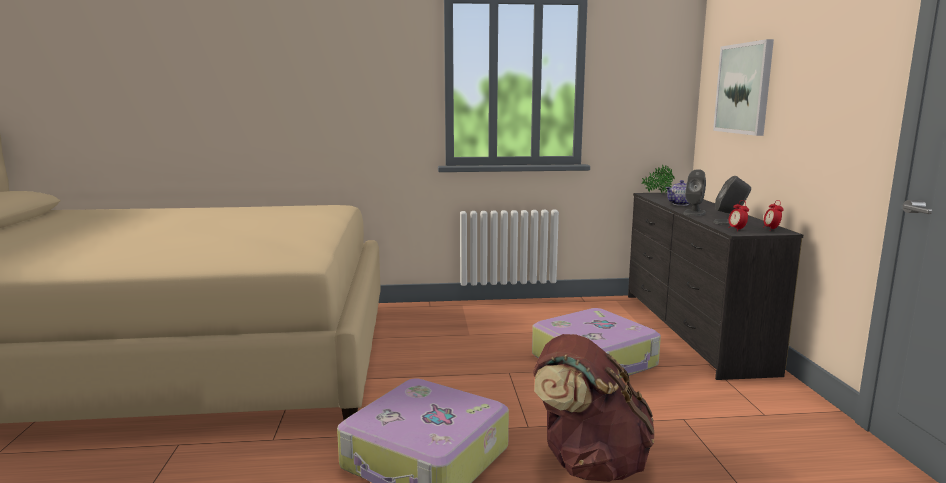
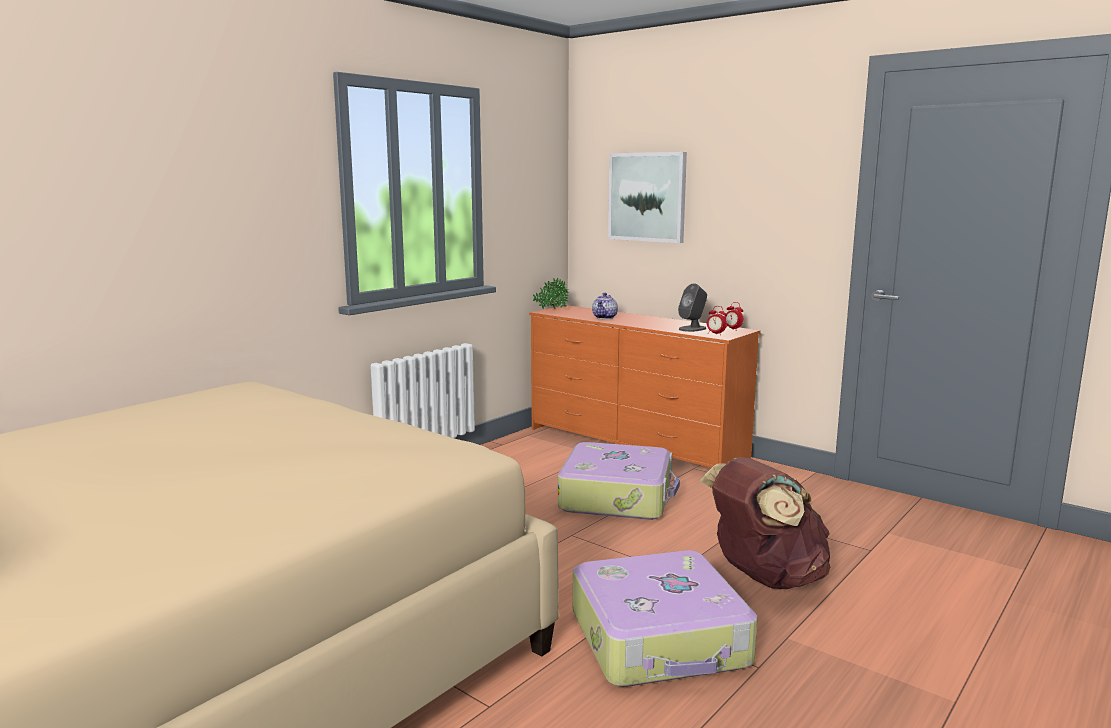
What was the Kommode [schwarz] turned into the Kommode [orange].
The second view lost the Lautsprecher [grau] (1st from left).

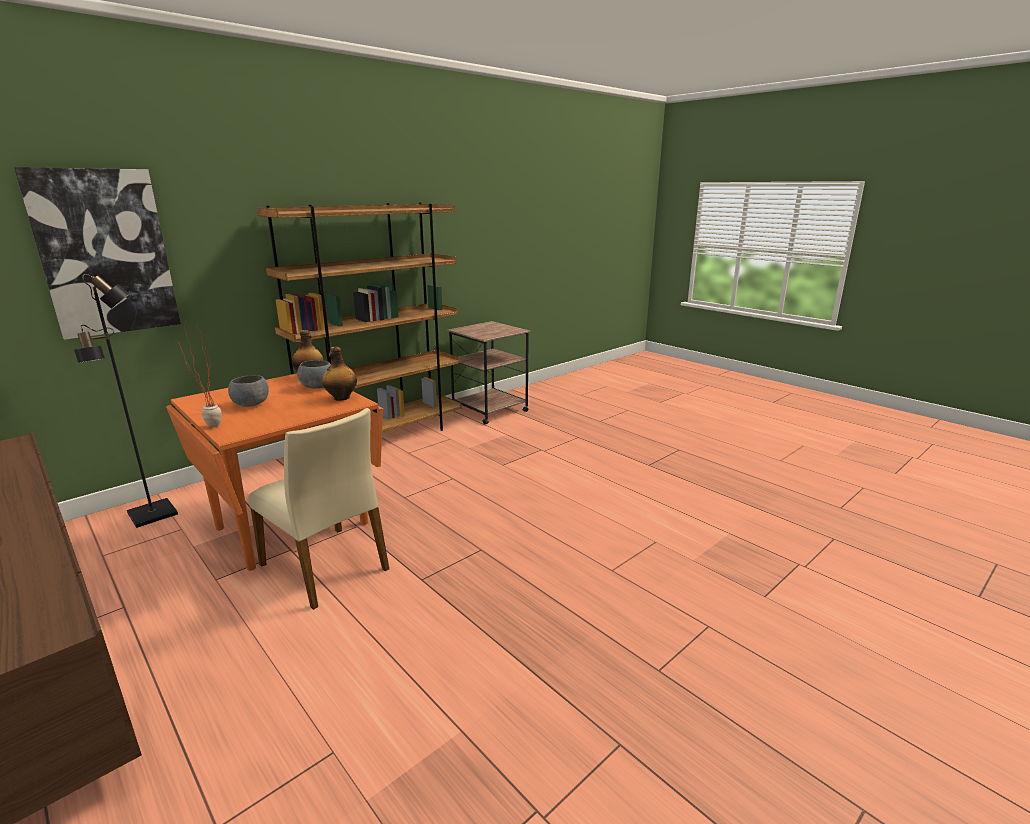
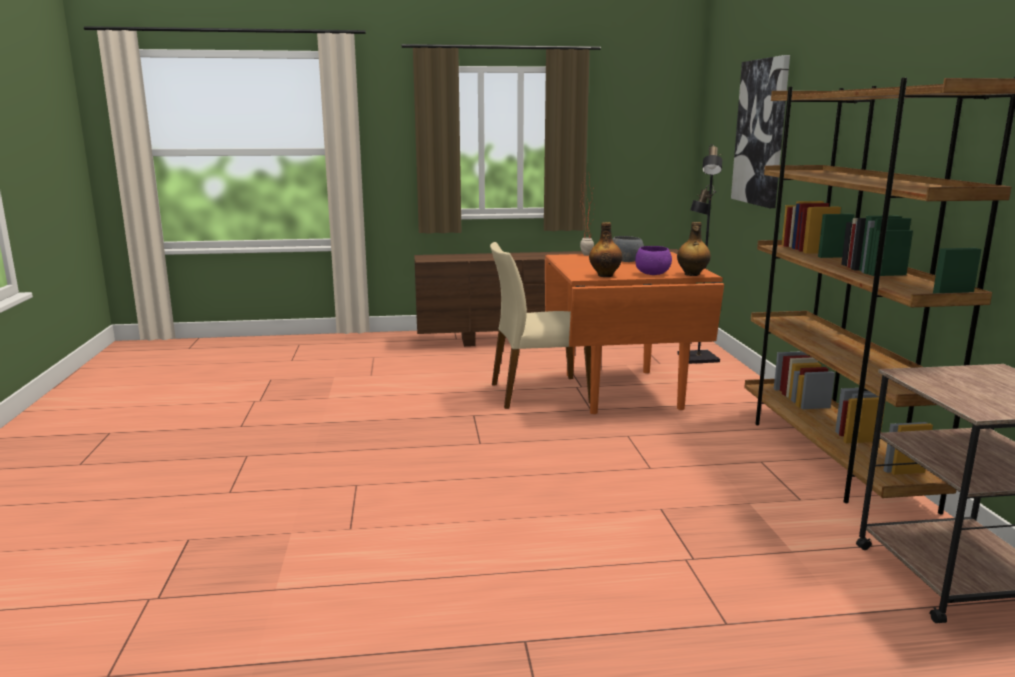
What was the Schüssel [grau] (2nd from left) turned into the Schüssel [lila].

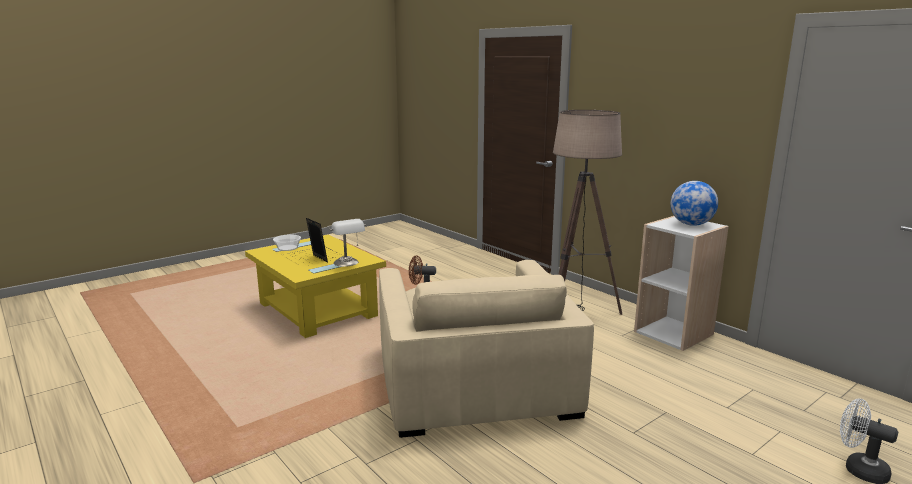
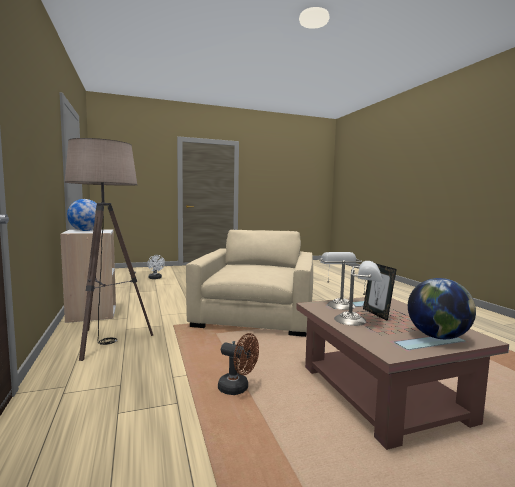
What was the Couchtisch [gelb] turned into the Couchtisch [braun].
The second view gained the Tischlampe [weiß] (2nd from left).
Where the Schüssel stood, the Globus (2nd from left) came to stand.

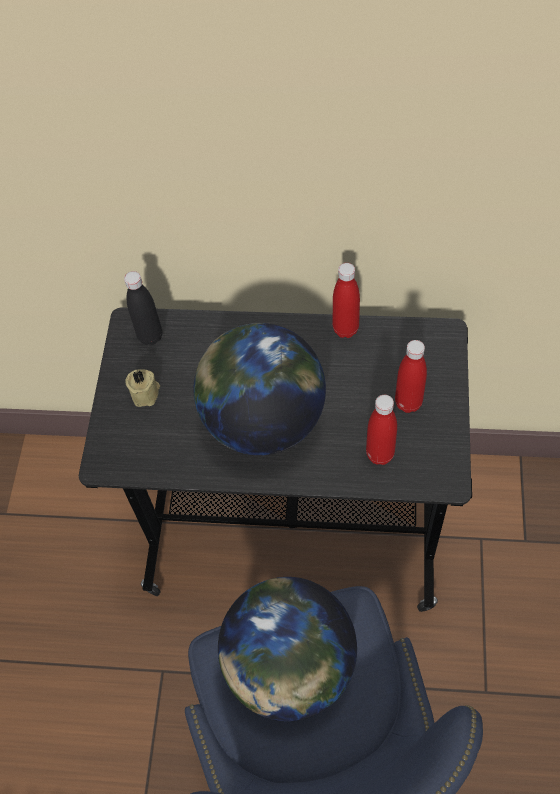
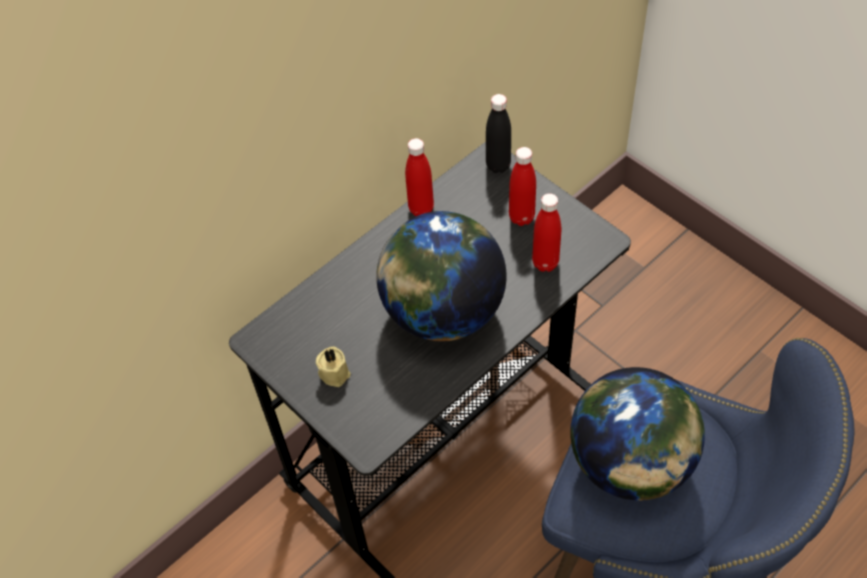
The Flasche [schwarz] ended up elsewhere.

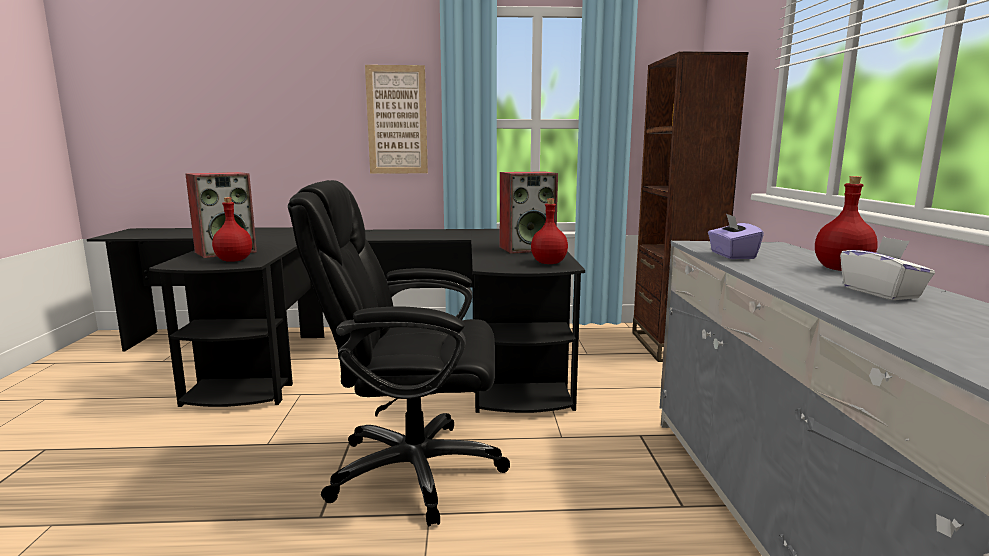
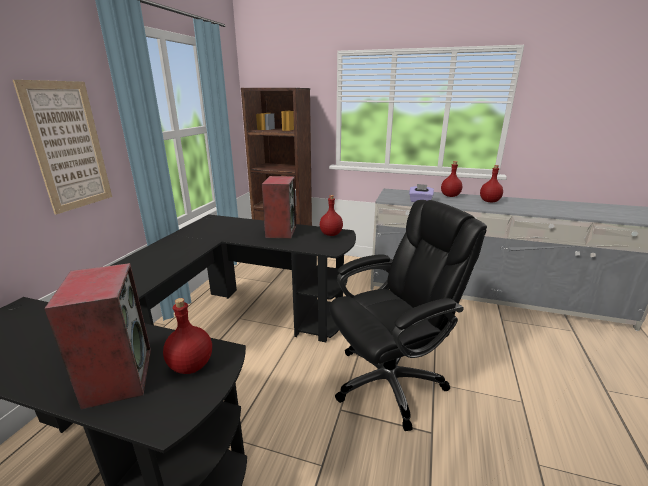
The Bürostuhl [schwarz] ended up facing another way, 135 degrees counterclockwise from before.
Where the Taschentuchbox [weiß] stood, the Flasche [rot] (4th from left) came to stand.

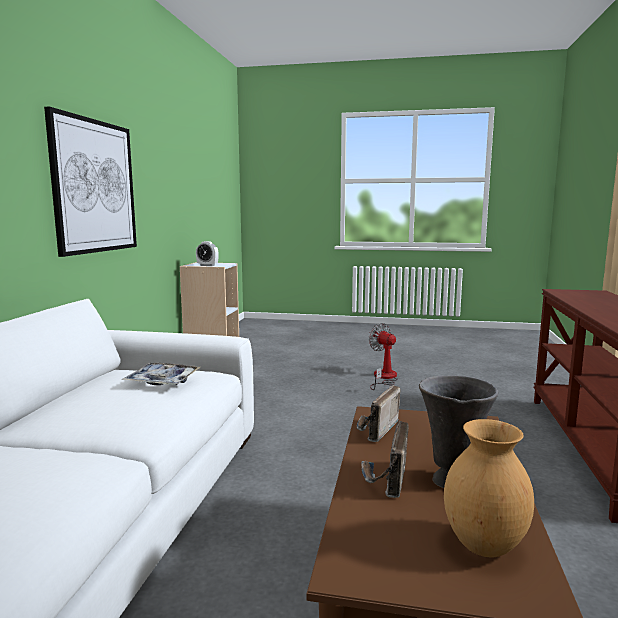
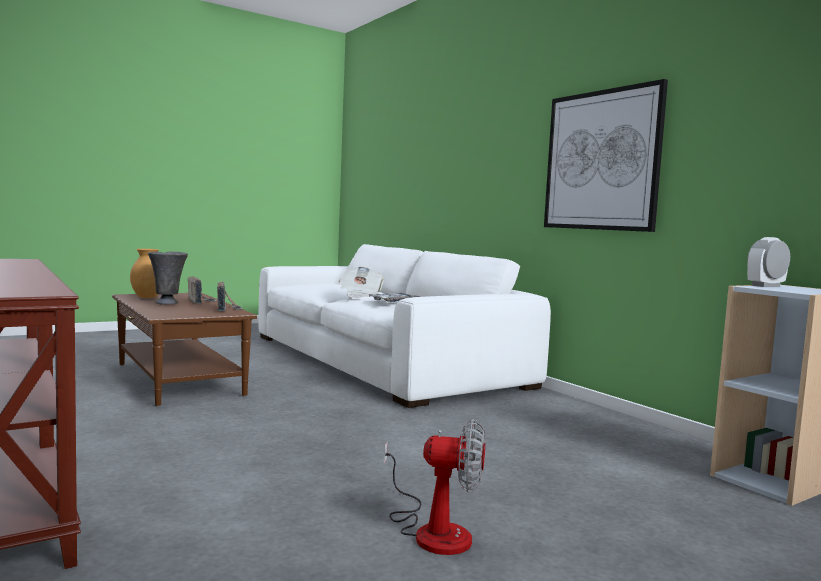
The second view gained the Zeitung.

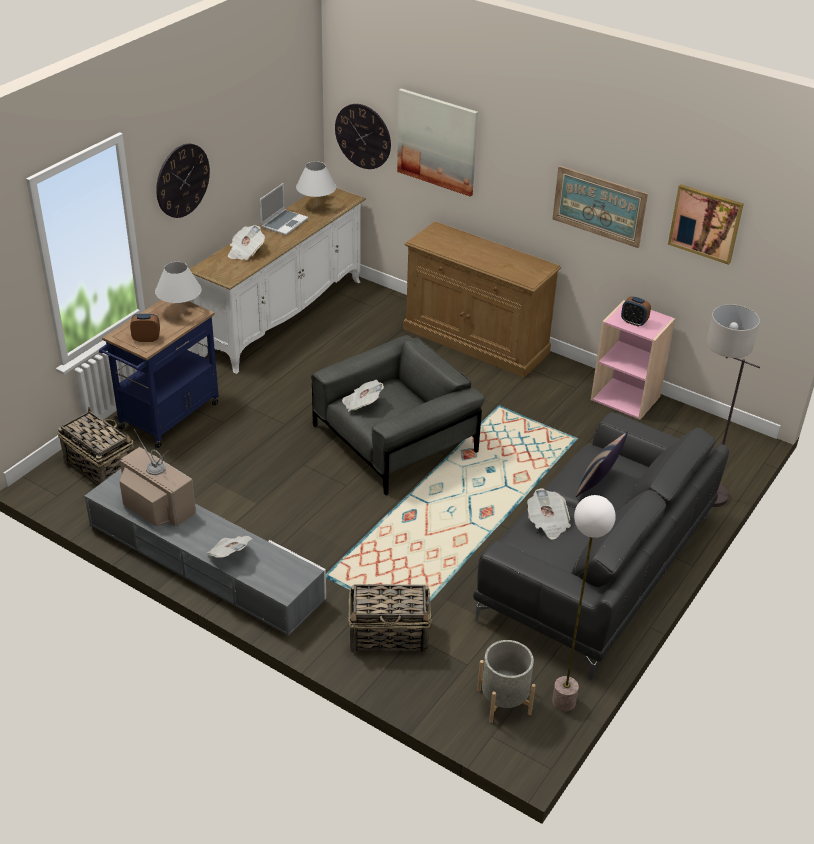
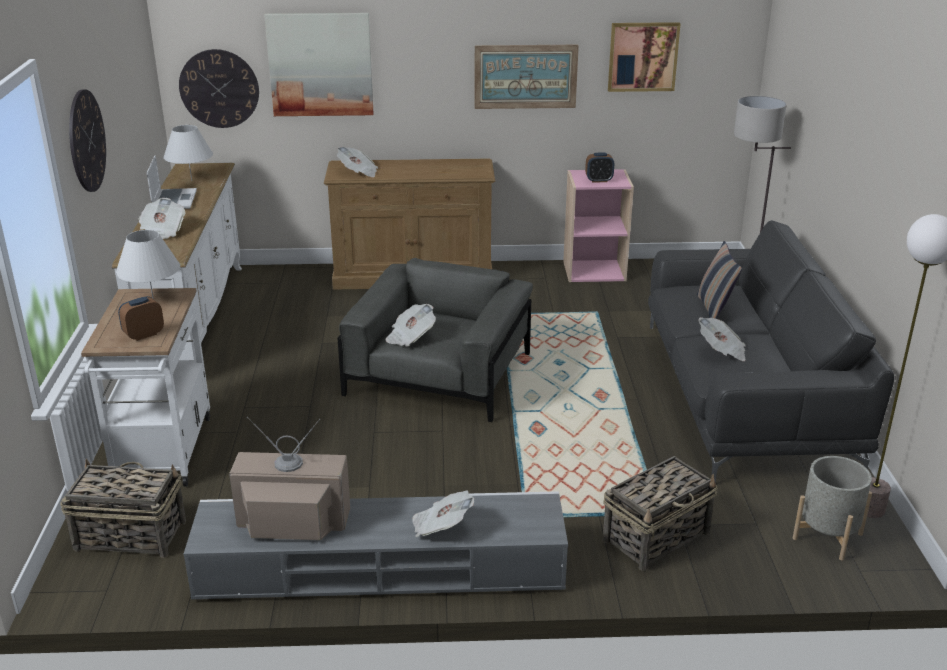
What was the Rollwagen [blau] turned into the Rollwagen [weiß].
The second view gained the Zeitung (2nd from left).

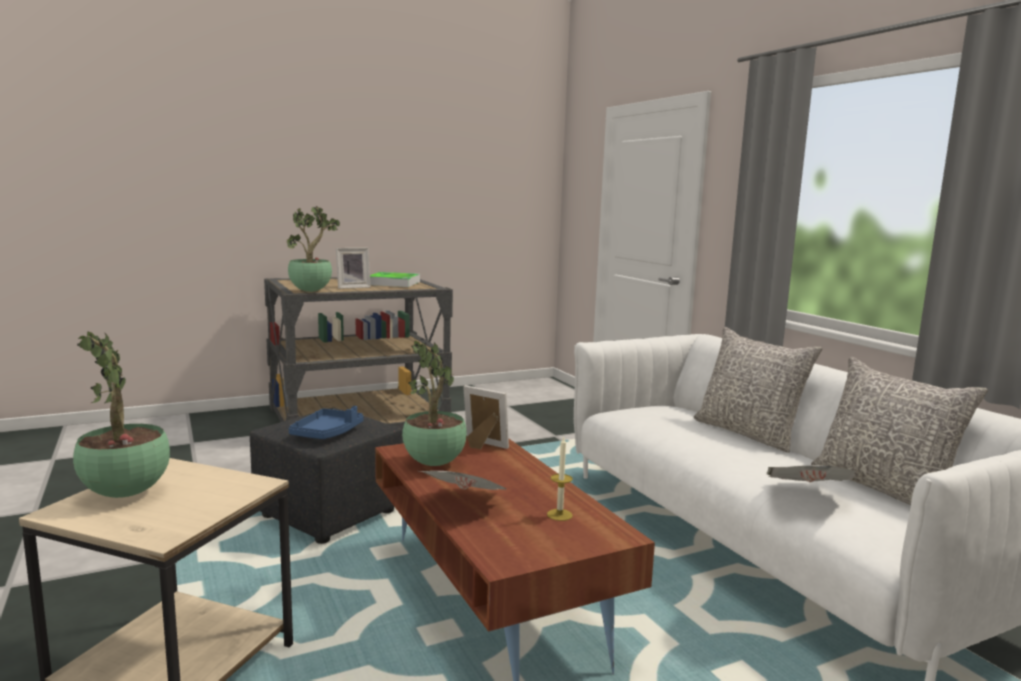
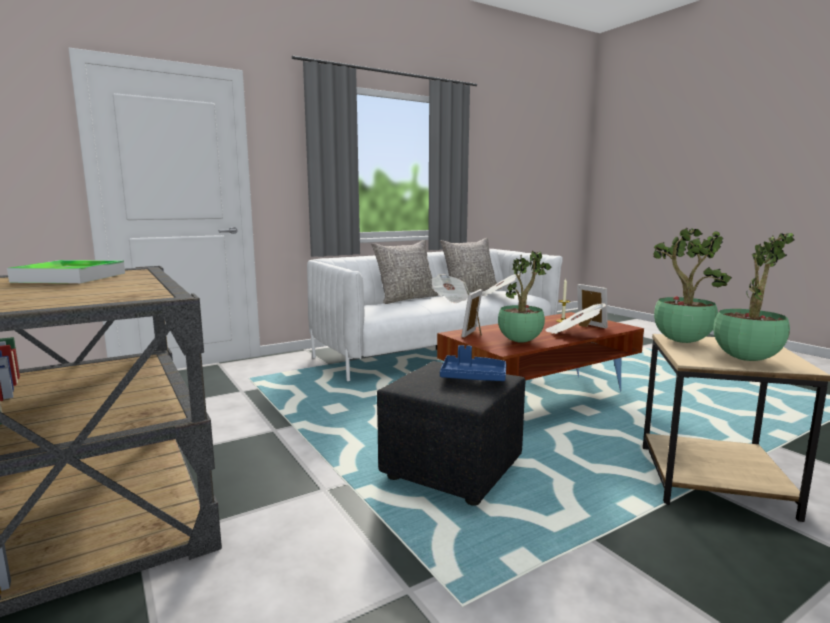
The second view gained the Zeitung (1st from left).
The Bilderrahmen (1st from left in the first image) ended up elsewhere.
The Topfpflanze (2nd from left) ended up elsewhere.

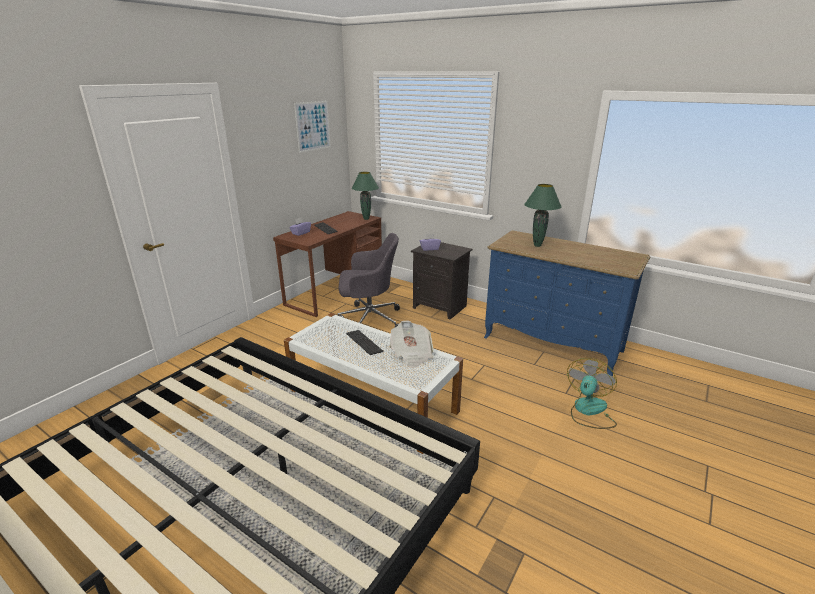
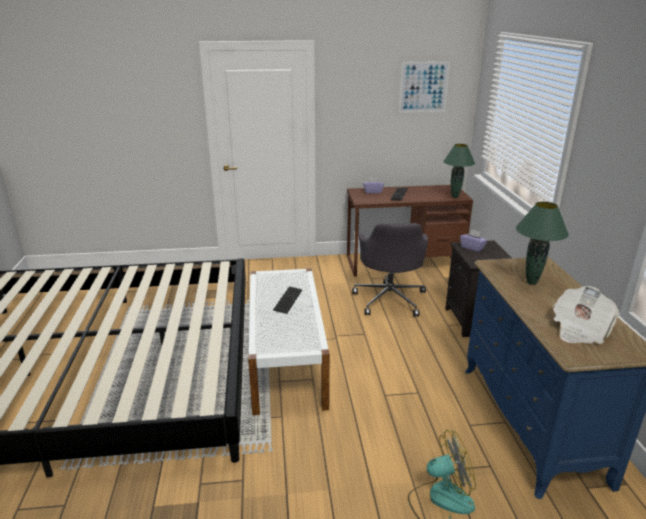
The Bürostuhl [grau] ended up facing another way, 45 degrees clockwise from before.
The Zeitung ended up elsewhere.

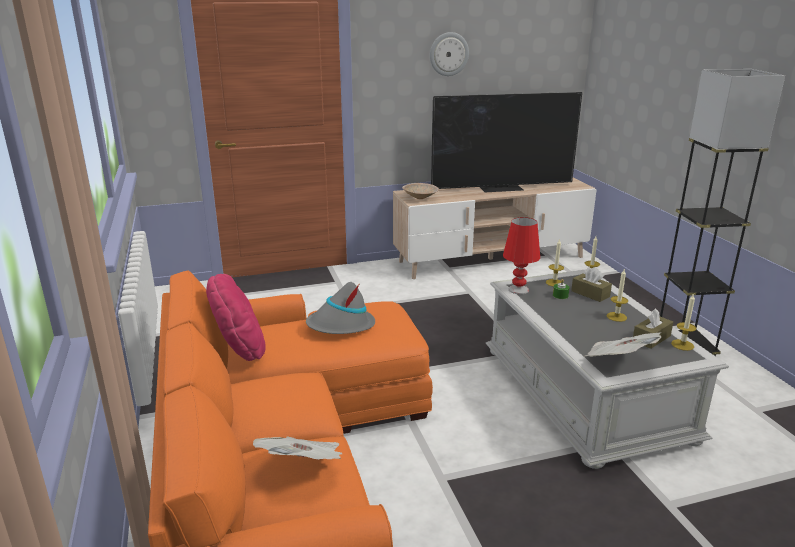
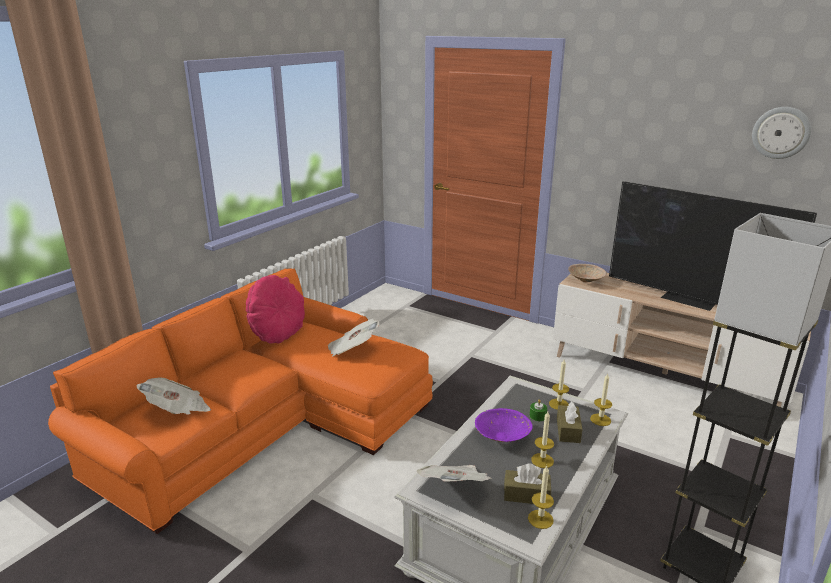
Where the Hut [grau] stood, the Zeitung (2nd from left) came to stand.
The second view gained the Schüssel [lila].
The Wanduhr ended up elsewhere.
The second view lost the Tischlampe [rot].

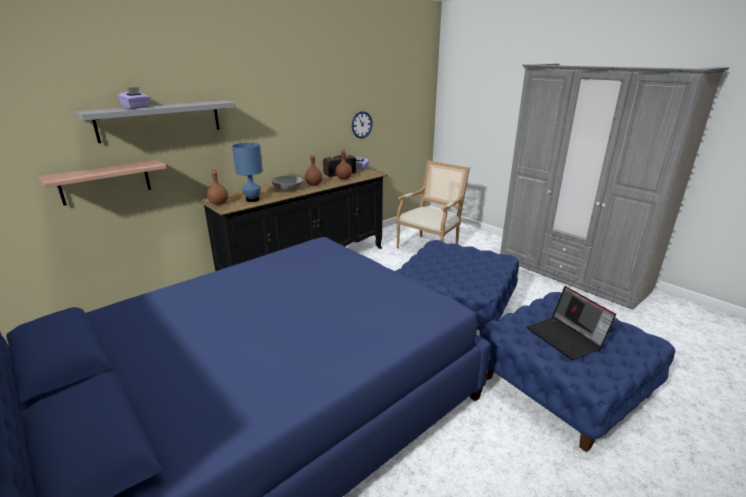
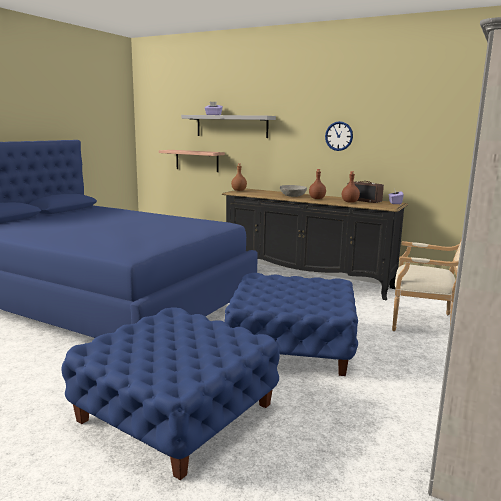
The Wanduhr ended up elsewhere.
The second view lost the Tischlampe [blau].
The second view lost the Laptop.

